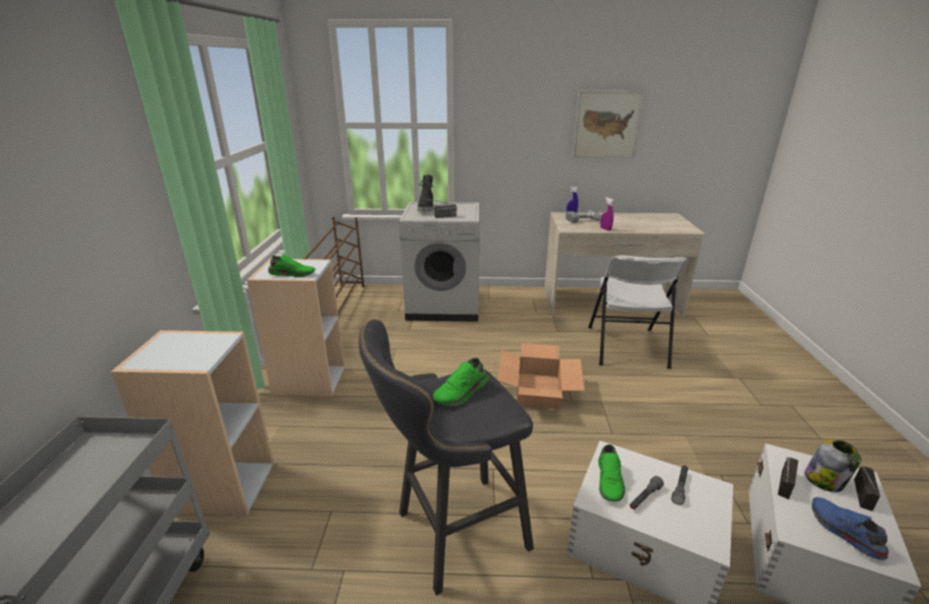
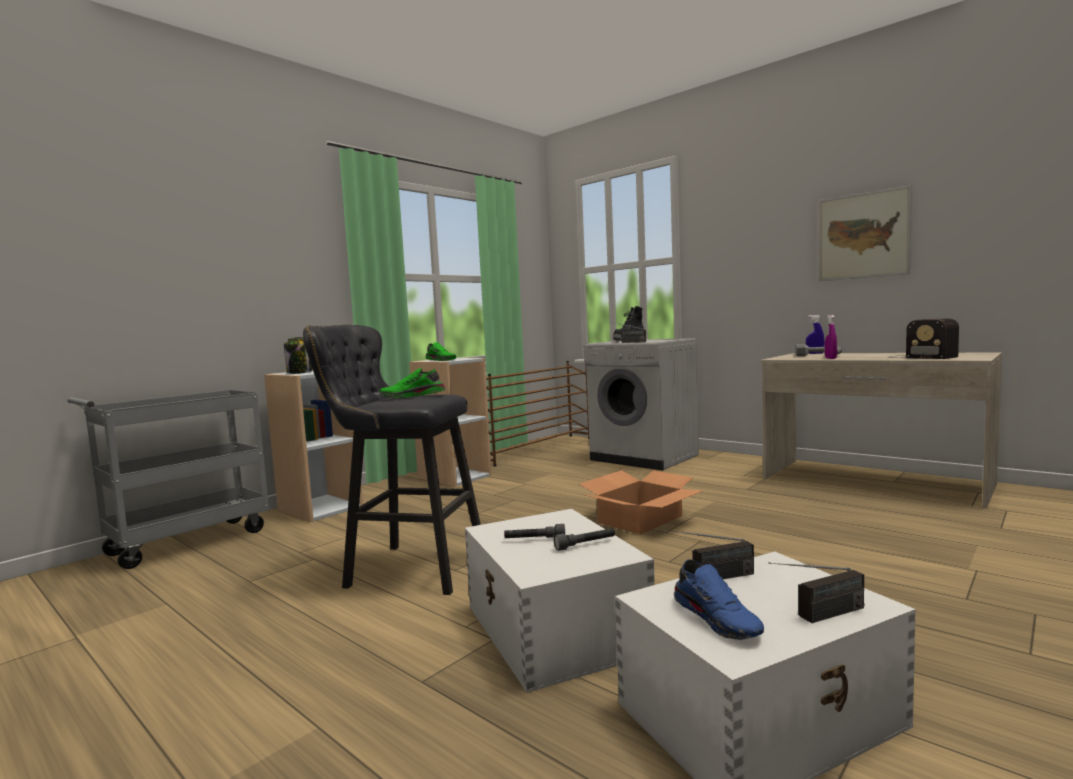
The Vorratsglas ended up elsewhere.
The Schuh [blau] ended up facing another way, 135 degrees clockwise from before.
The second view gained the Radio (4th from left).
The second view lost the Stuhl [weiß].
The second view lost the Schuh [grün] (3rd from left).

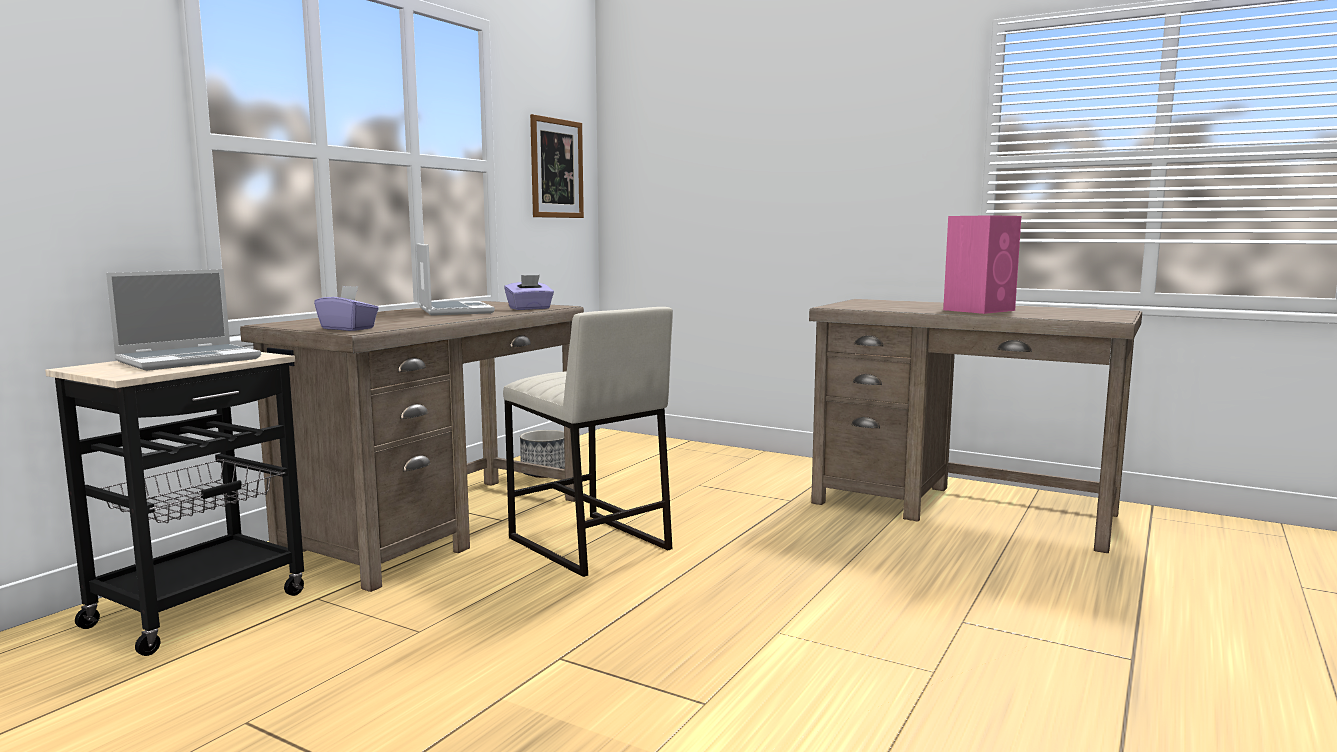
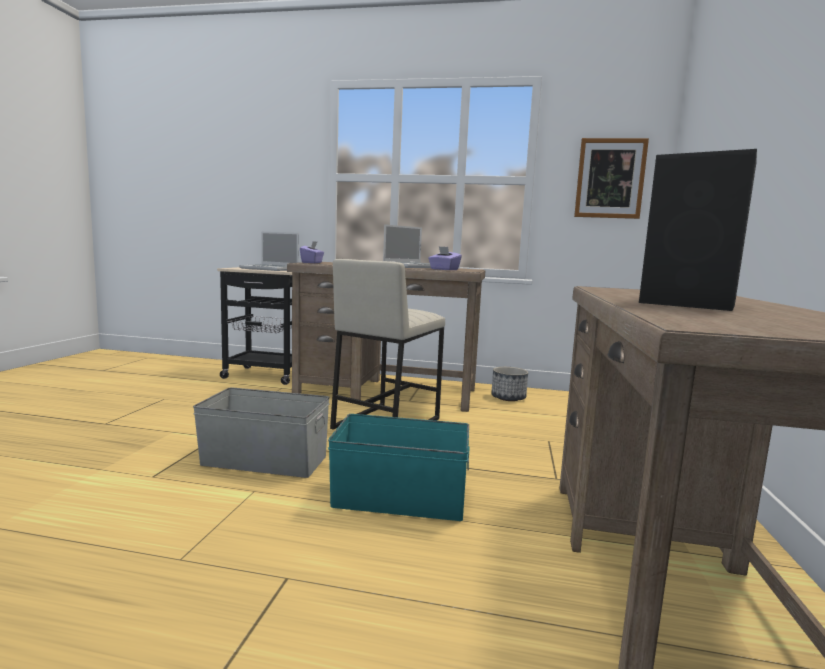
The second view gained the Aufbewahrungsbox [grau].
The second view gained the Aufbewahrungsbox [türkis].
What was the Lautsprecher [rosa] turned into the Lautsprecher [schwarz].

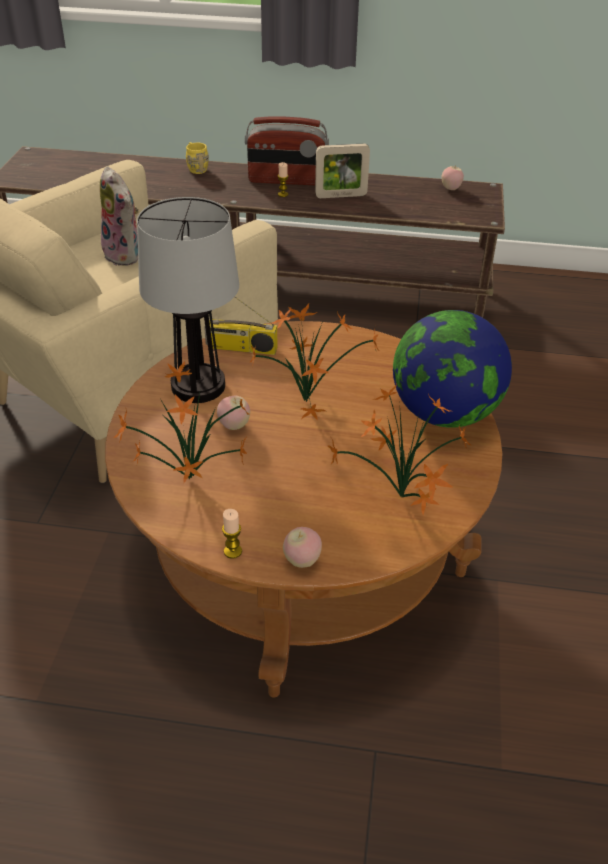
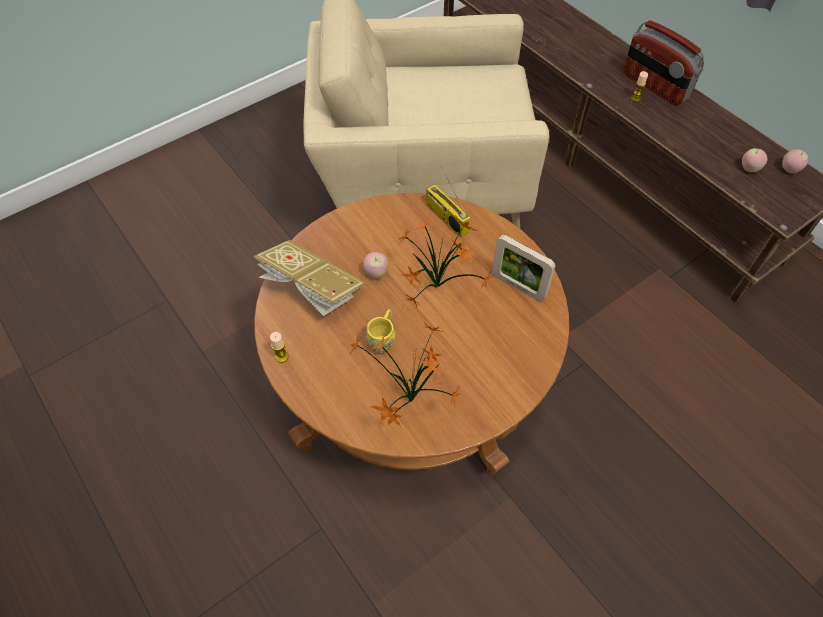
Where the Topfpflanze (1st from left) stood, the Buch came to stand.
The Henkelbecher [gelb] ended up elsewhere.
The Bilderrahmen ended up elsewhere.
The Apfel (2nd from left) ended up elsewhere.
The second view lost the Plüschtier.
The second view lost the Tischlampe.
The second view lost the Globus.

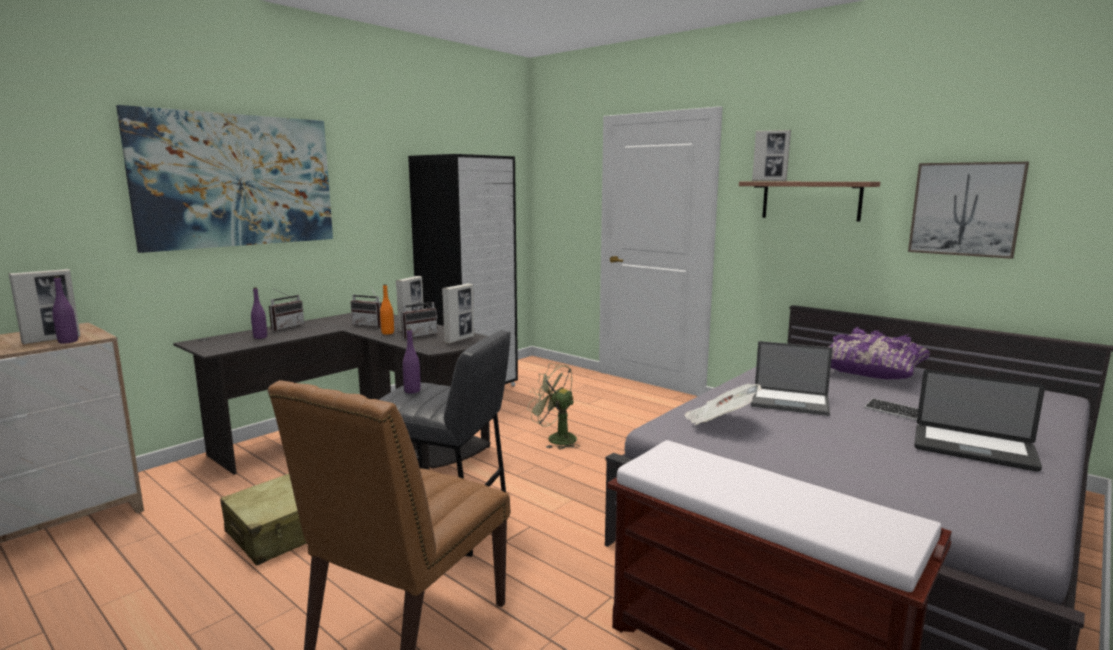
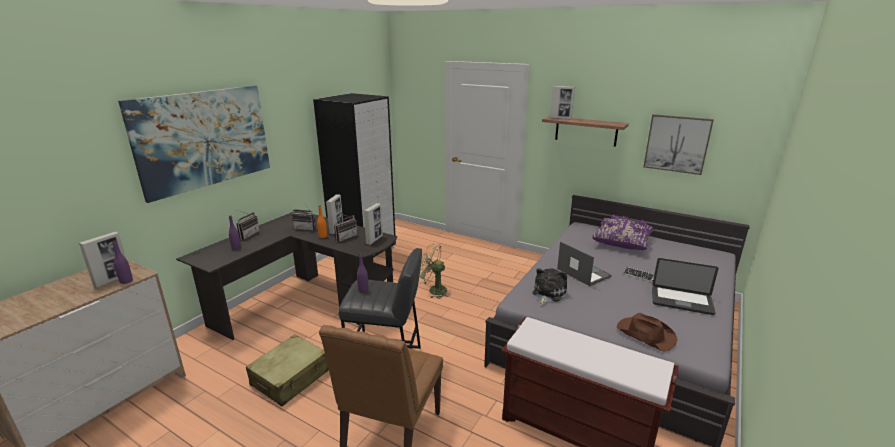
Where the Zeitung stood, the Plüschtier came to stand.
The Laptop (1st from left) ended up facing another way, 135 degrees counterclockwise from before.
The second view gained the Hut [braun].

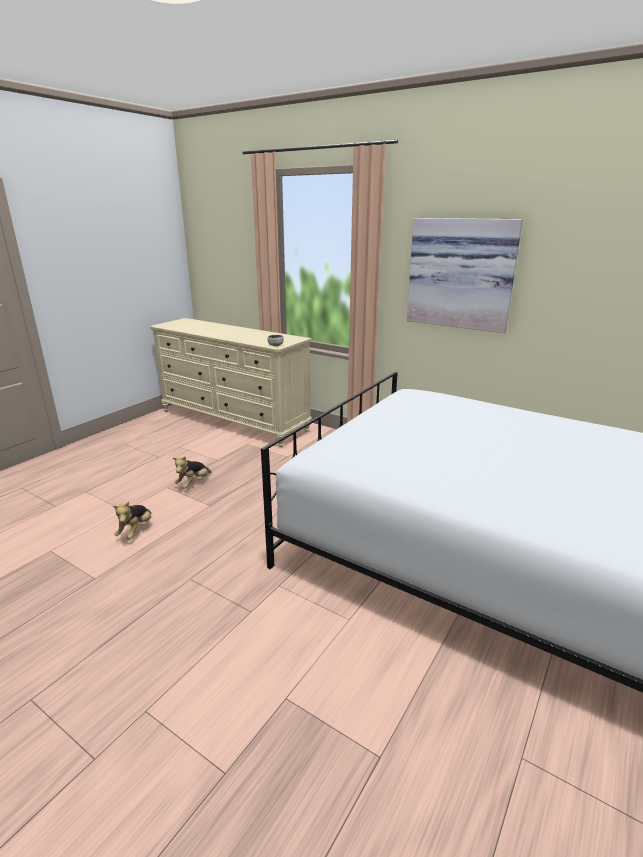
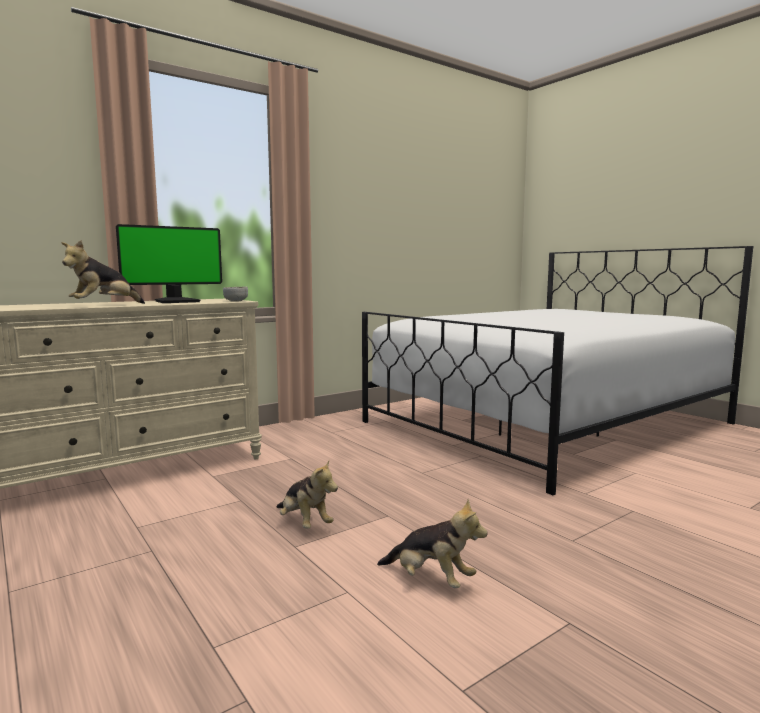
The second view gained the Plüschtier (1st from left).
The second view gained the Monitor.
The second view lost the Bild.

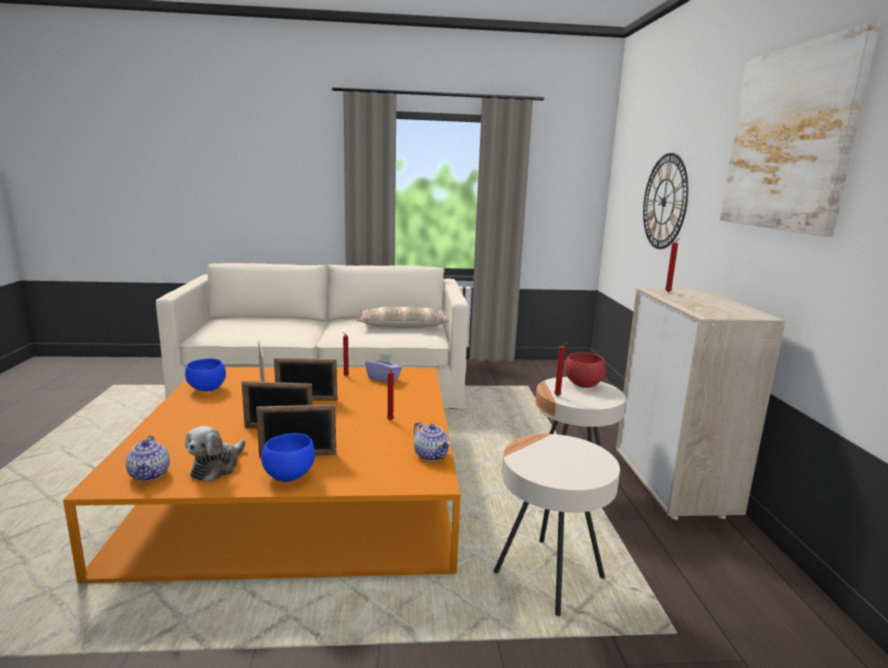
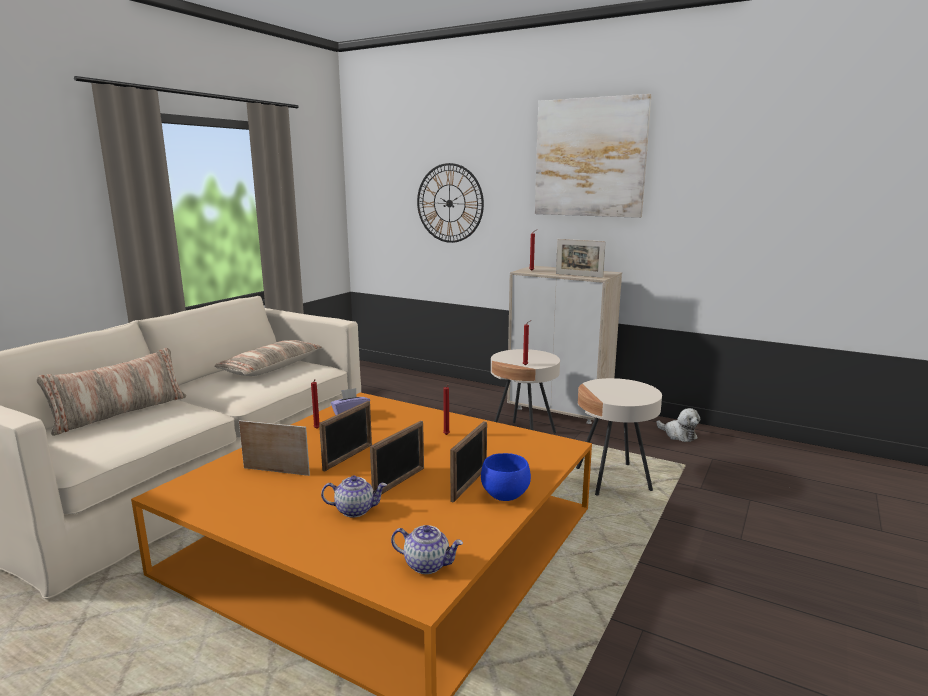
The second view gained the Kissen (1st from left).
The Teekanne (2nd from left in the first image) ended up elsewhere.
The second view gained the Bilderrahmen (5th from left).
The Plüschtier ended up elsewhere.
The second view lost the Schüssel [blau] (1st from left).
The second view lost the Schüssel [rot].

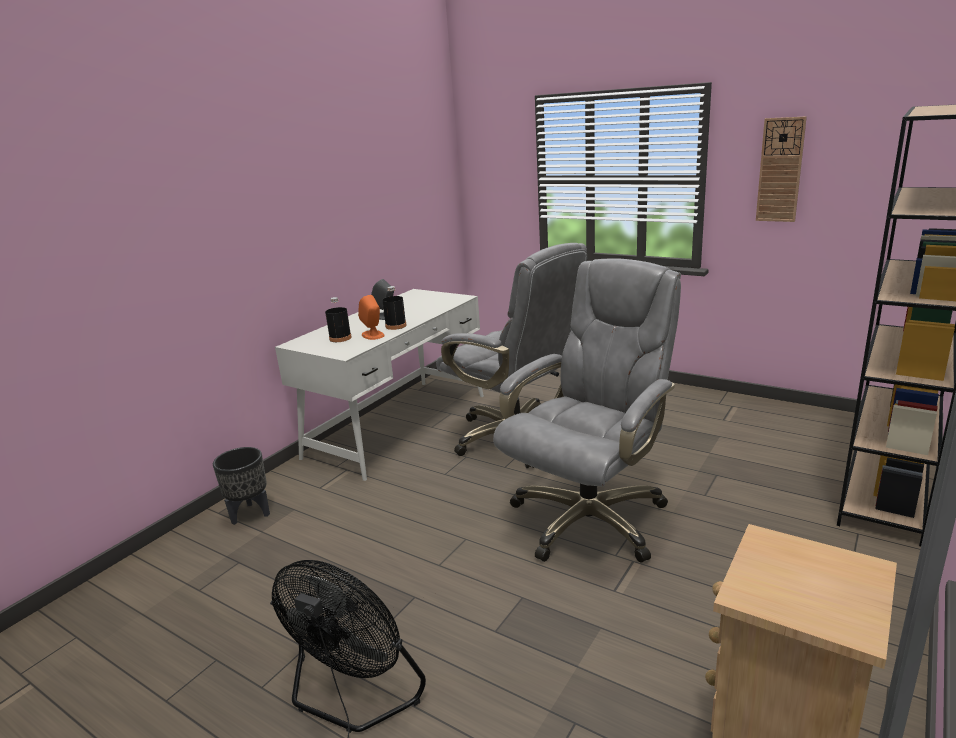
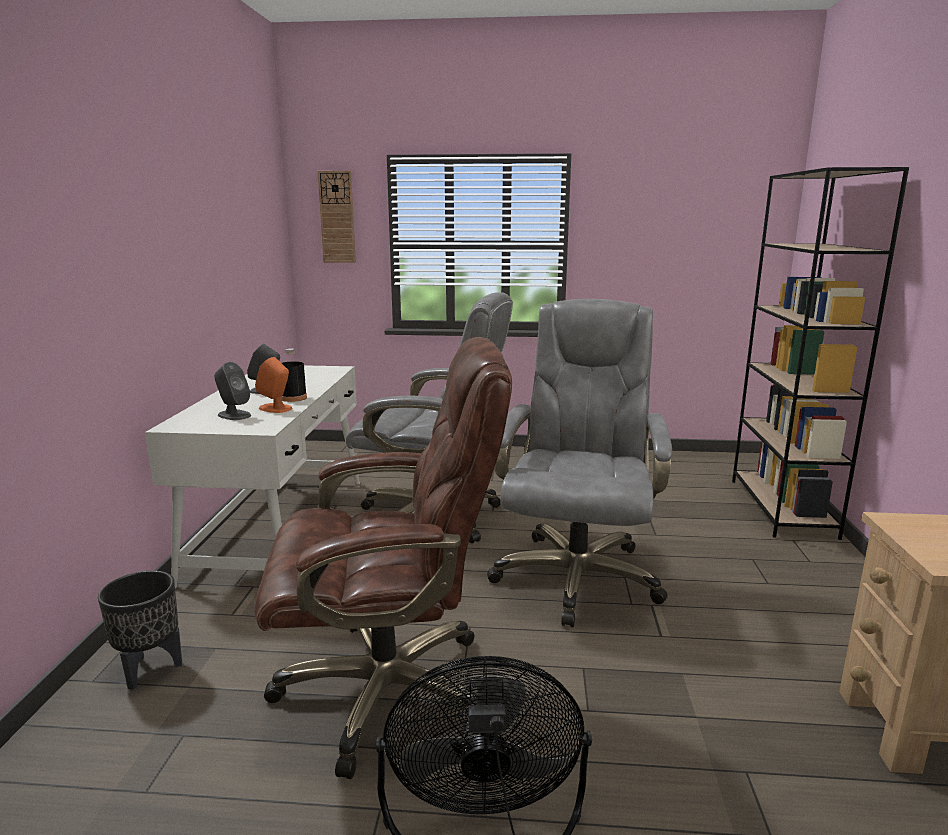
Where the Flasche [schwarz] (1st from left) stood, the Lautsprecher [grau] (1st from left) came to stand.
The second view gained the Bürostuhl [braun].
The Wanduhr ended up elsewhere.

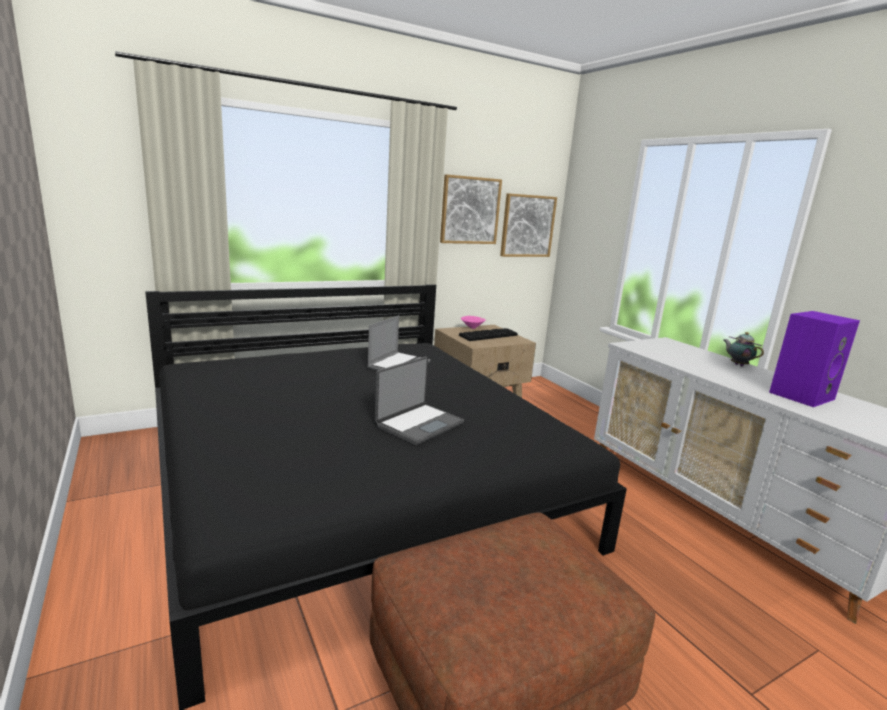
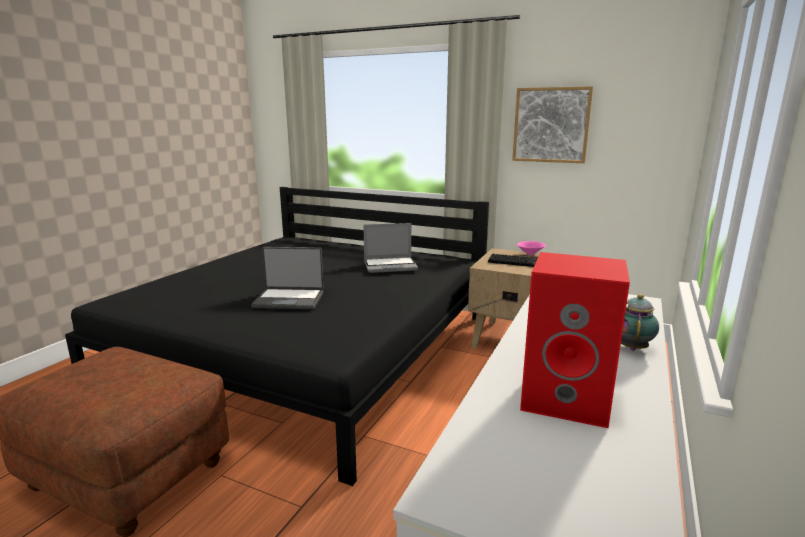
What was the Lautsprecher [lila] turned into the Lautsprecher [rot].
The second view lost the Bild (2nd from left).

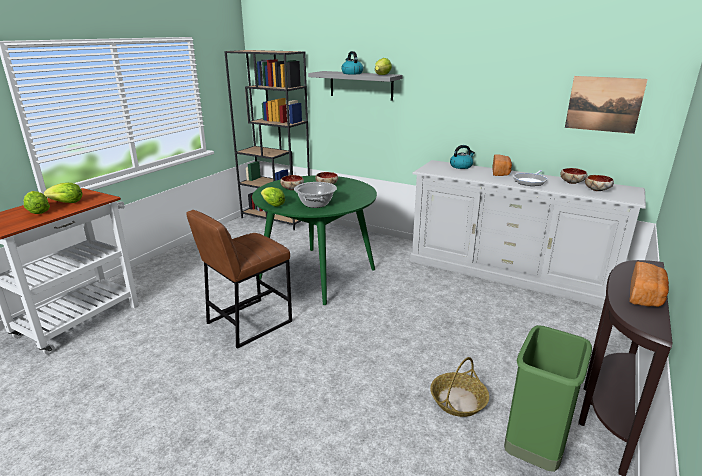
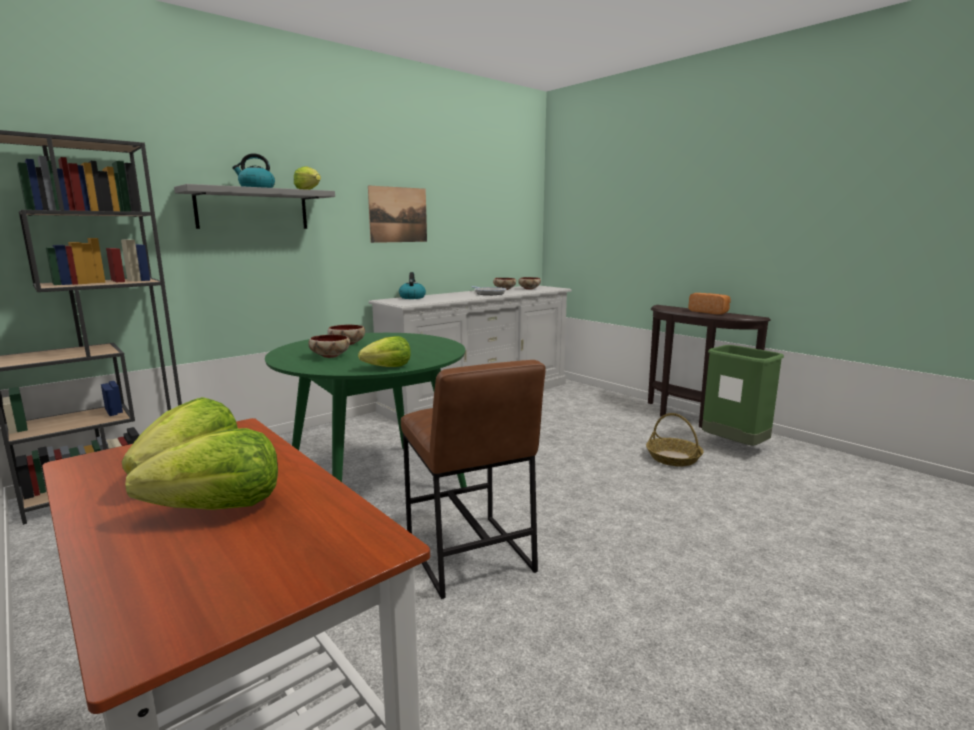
The Bild ended up elsewhere.
The second view lost the Kochtopf.
The second view lost the Brot (1st from left).

